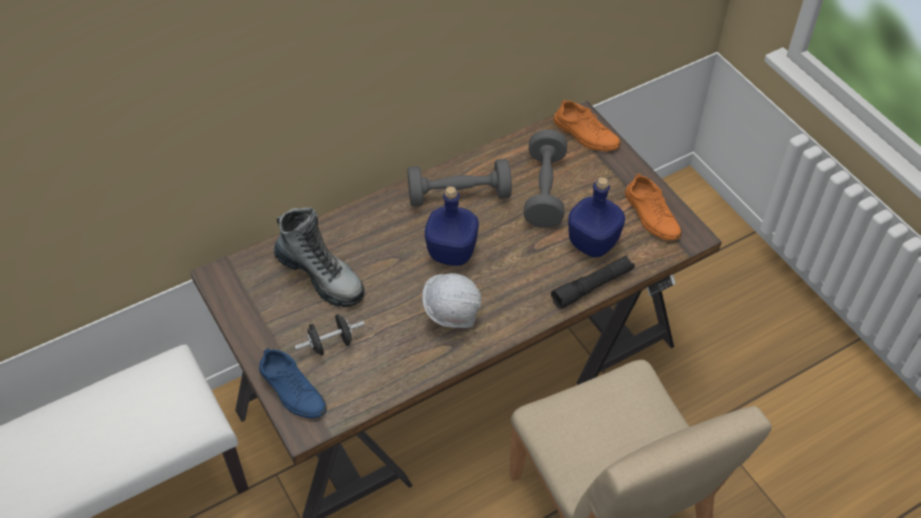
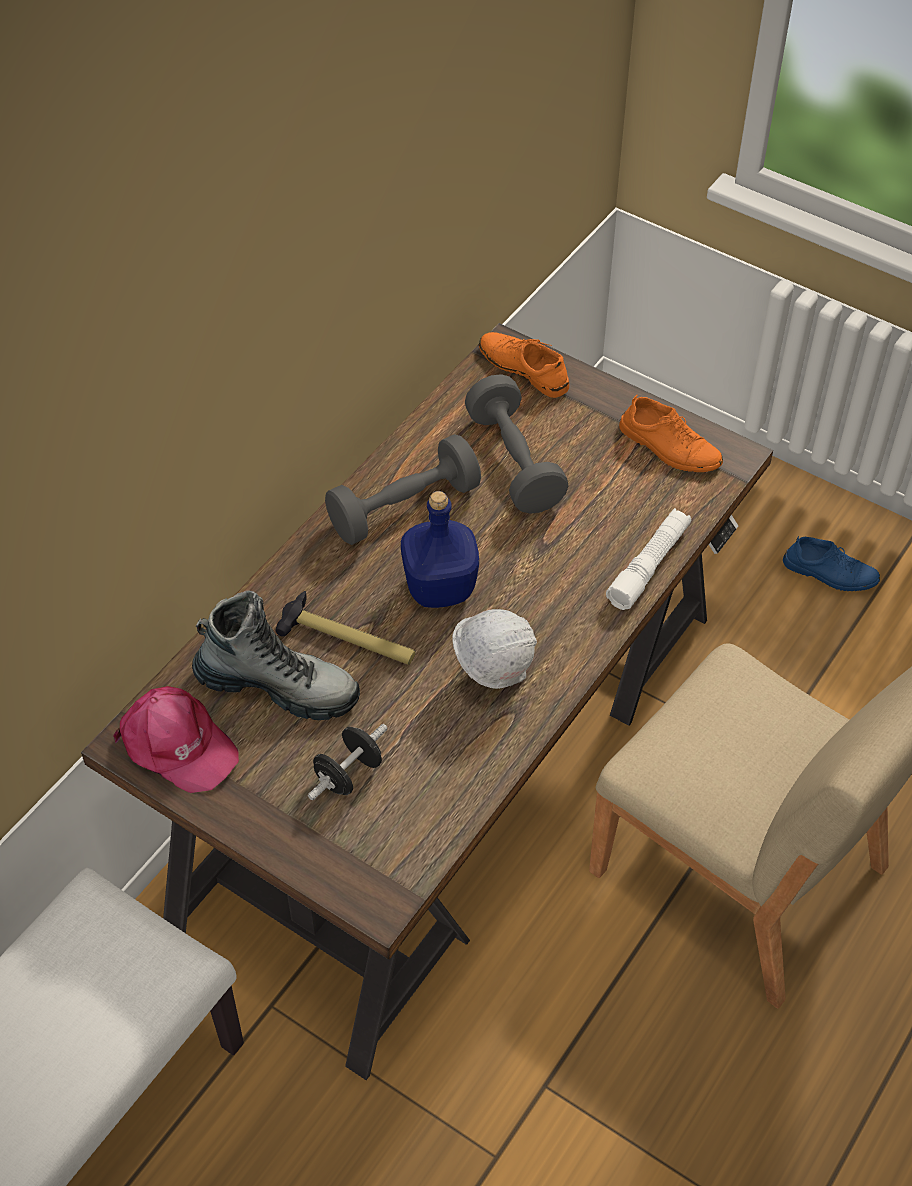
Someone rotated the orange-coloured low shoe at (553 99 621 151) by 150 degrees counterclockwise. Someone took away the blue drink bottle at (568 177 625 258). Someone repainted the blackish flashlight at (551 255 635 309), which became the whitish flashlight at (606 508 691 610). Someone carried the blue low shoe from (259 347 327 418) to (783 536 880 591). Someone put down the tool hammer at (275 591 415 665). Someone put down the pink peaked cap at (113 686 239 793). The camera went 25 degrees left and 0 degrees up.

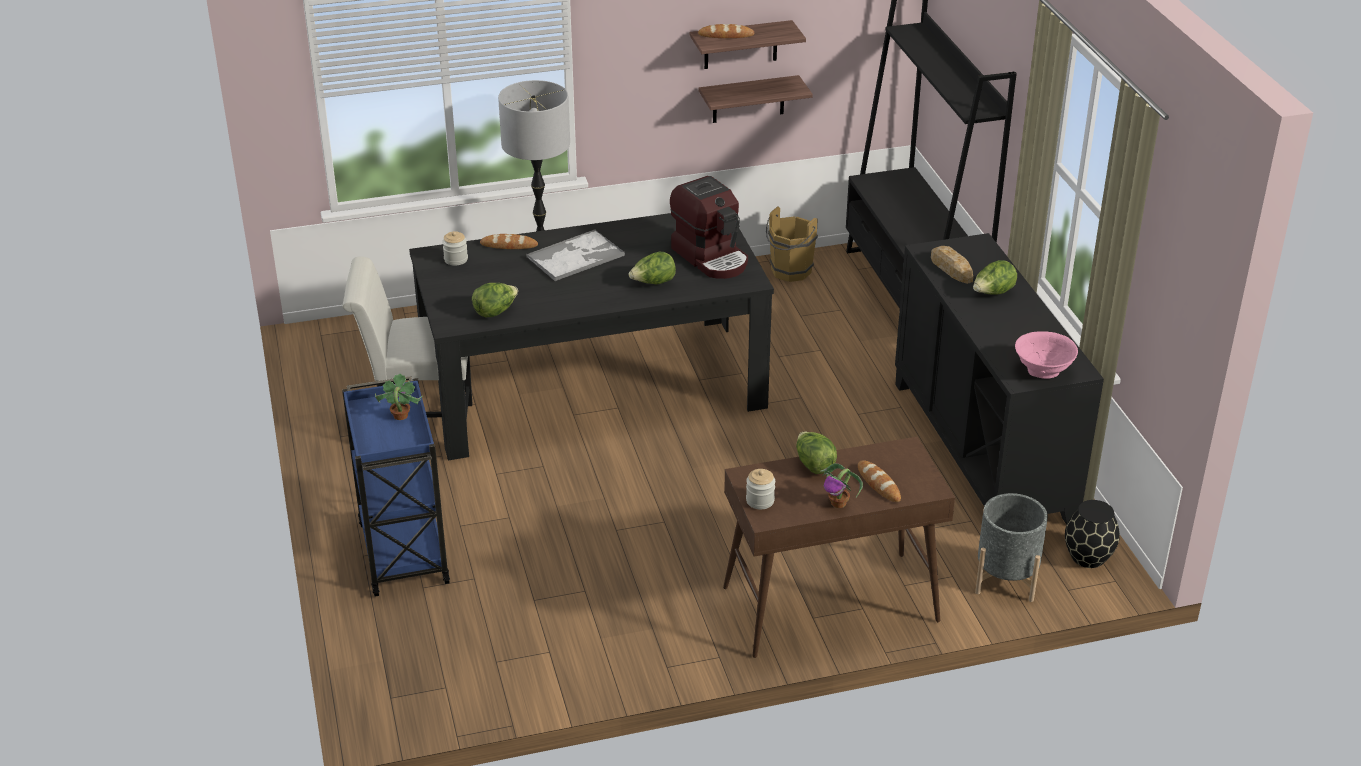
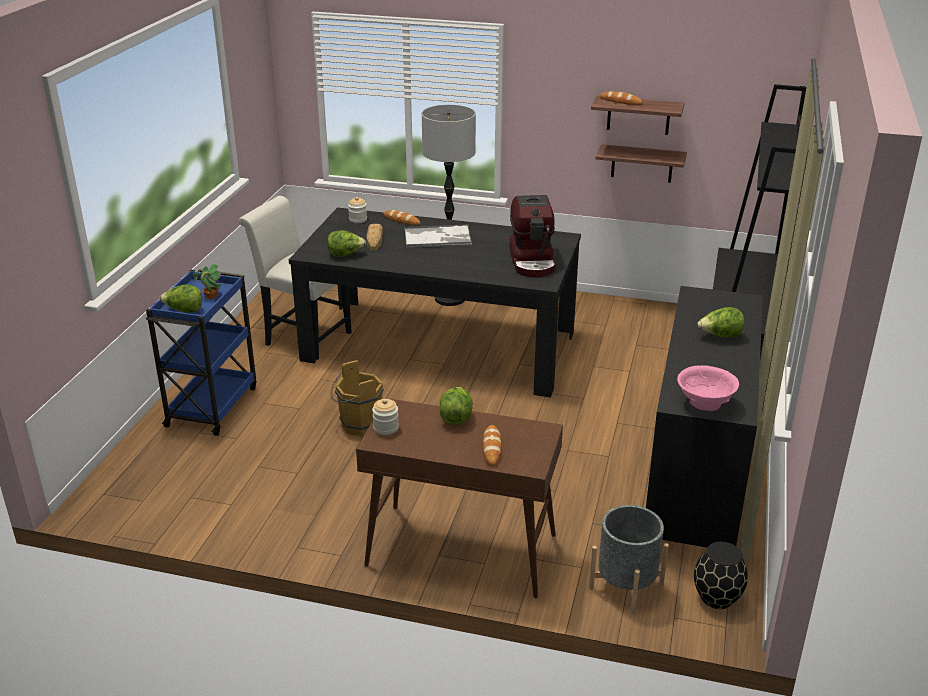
Someone carried the brown water bucket from (766 206 818 282) to (331 360 384 436). Someone carried the baked bread from (931 246 973 284) to (366 224 383 251). Someone carried the head of lettuce from (629 252 676 284) to (160 284 202 313). Someone took away the plant in a pot at (821 463 863 508). The camera went 30 degrees right and 5 degrees down.

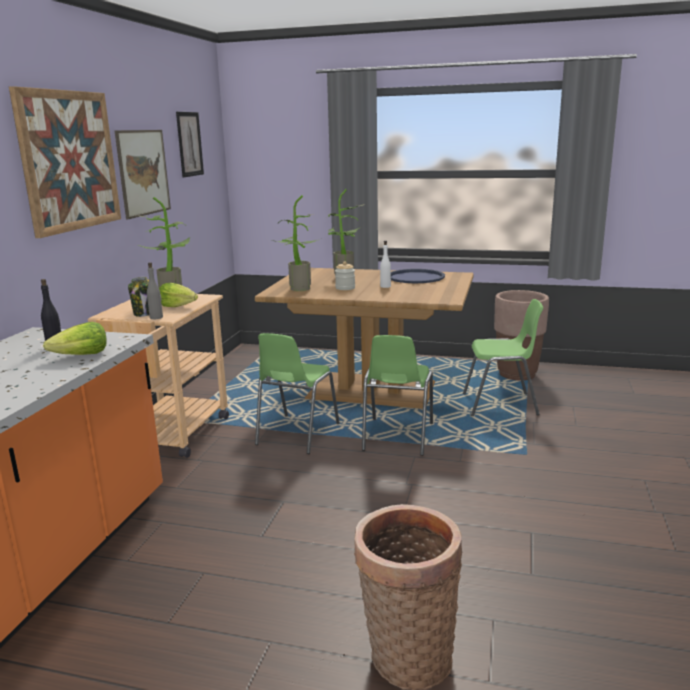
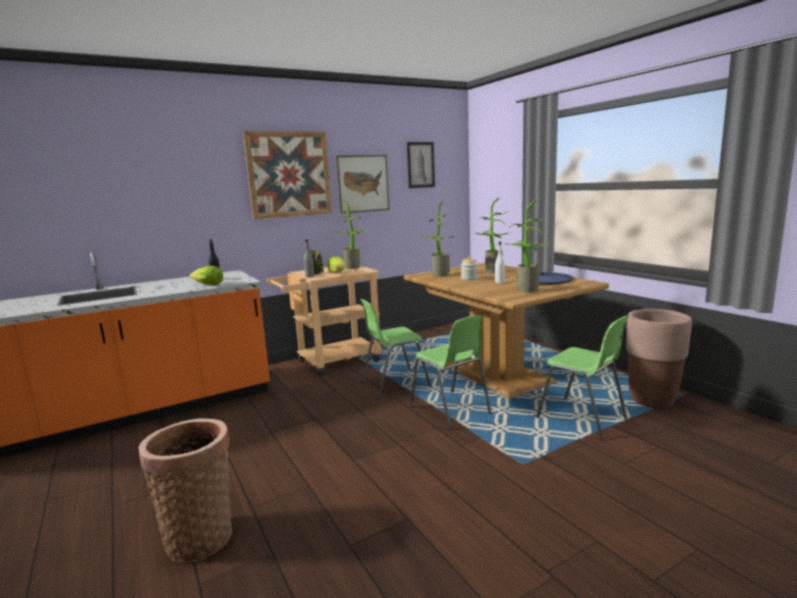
Someone rotated the green plain chair at (362 335 433 456) by 90 degrees counterclockwise. Someone put down the plant in a pot at (505 200 549 293). The camera went 45 degrees right and 5 degrees down.

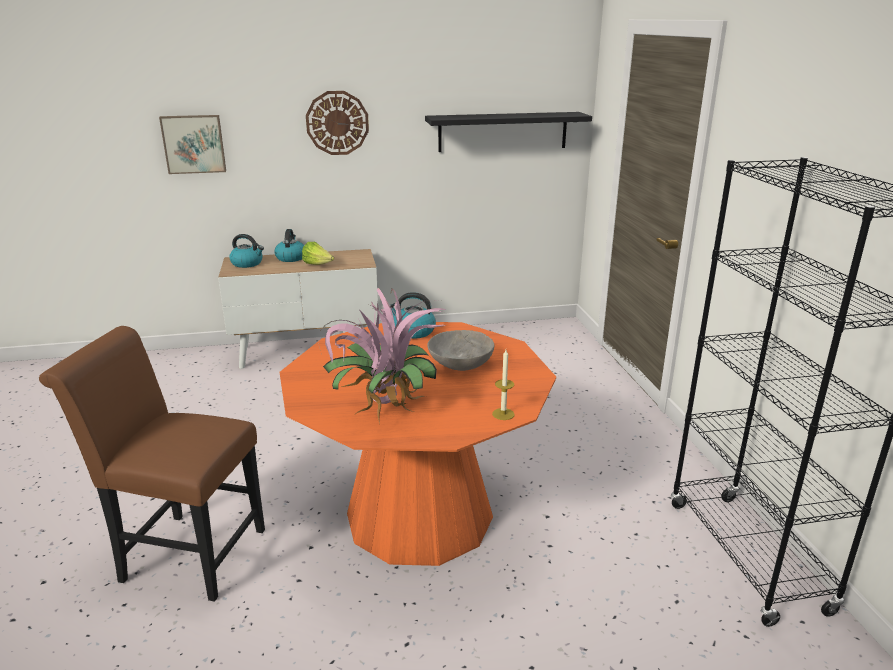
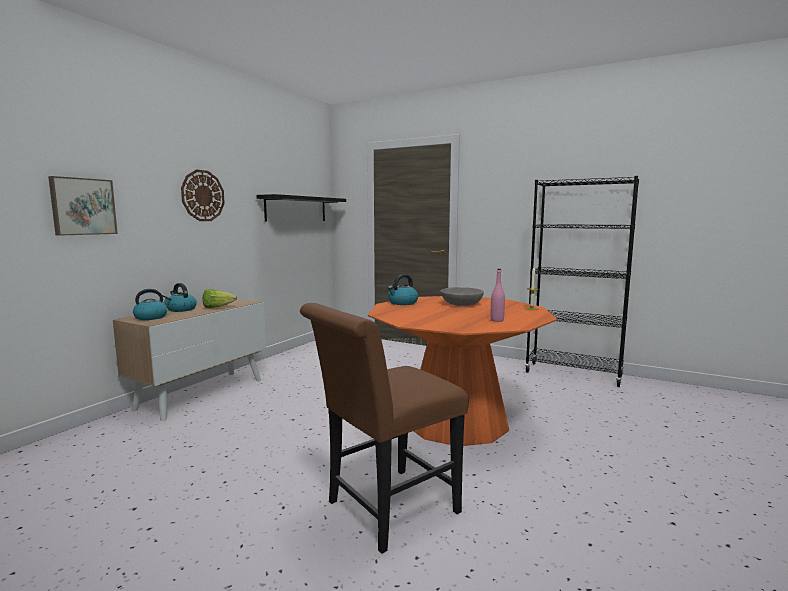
Someone swapped the plant in a pot at (318 288 447 424) for the pink drink bottle at (491 269 505 322). The camera went 50 degrees left and 15 degrees down.

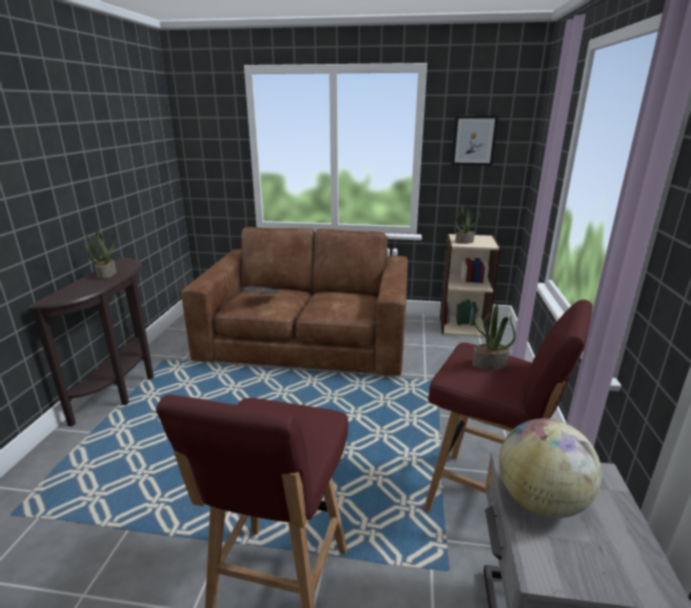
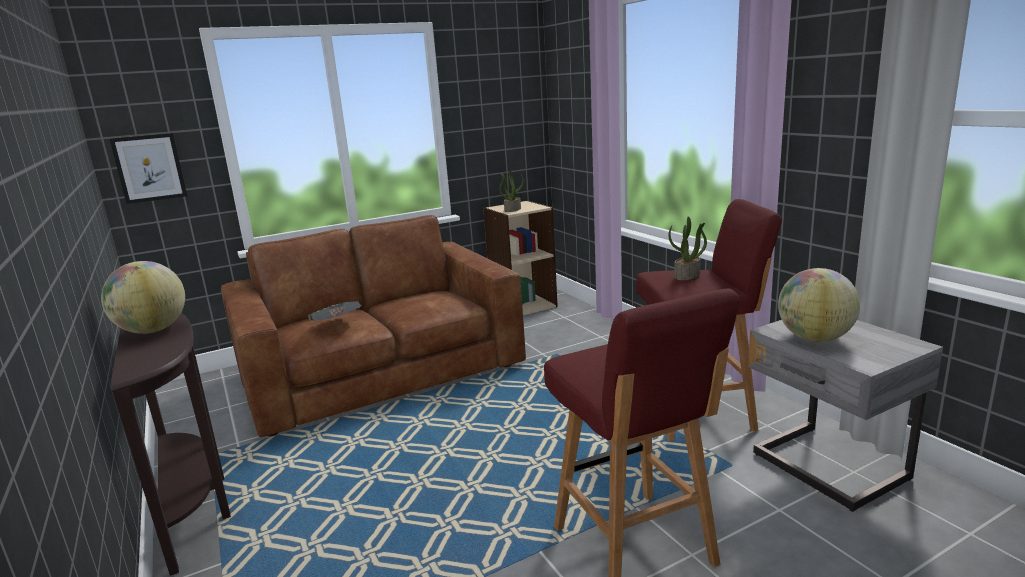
Someone carried the wall picture from (451 116 498 166) to (110 133 187 204). Someone swapped the plant in a pot at (84 229 117 279) for the world globe at (101 261 185 334). The camera went 35 degrees left and 5 degrees down.

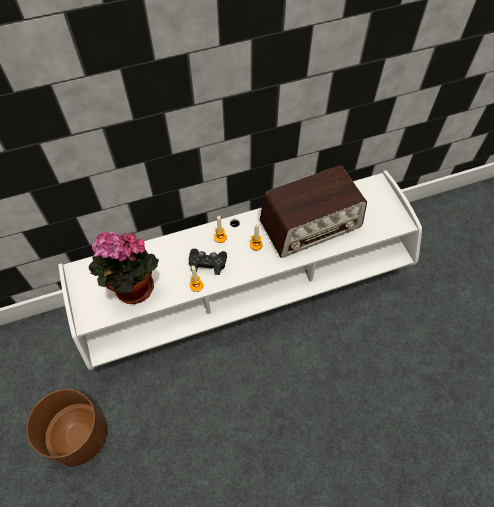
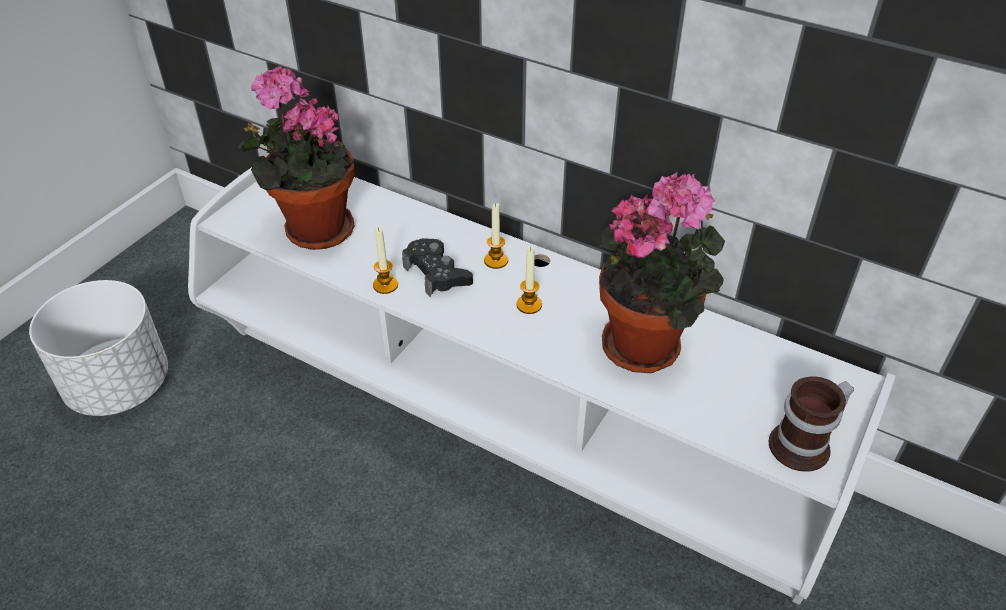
Someone swapped the radio receiver at (260 165 367 258) for the plant in a pot at (597 172 725 373). Someone repainted the brown flower pot at (26 389 107 467), which became the whitish flower pot at (29 280 168 416). Someone put down the mug at (769 376 854 472). The camera went 50 degrees right and 15 degrees down.

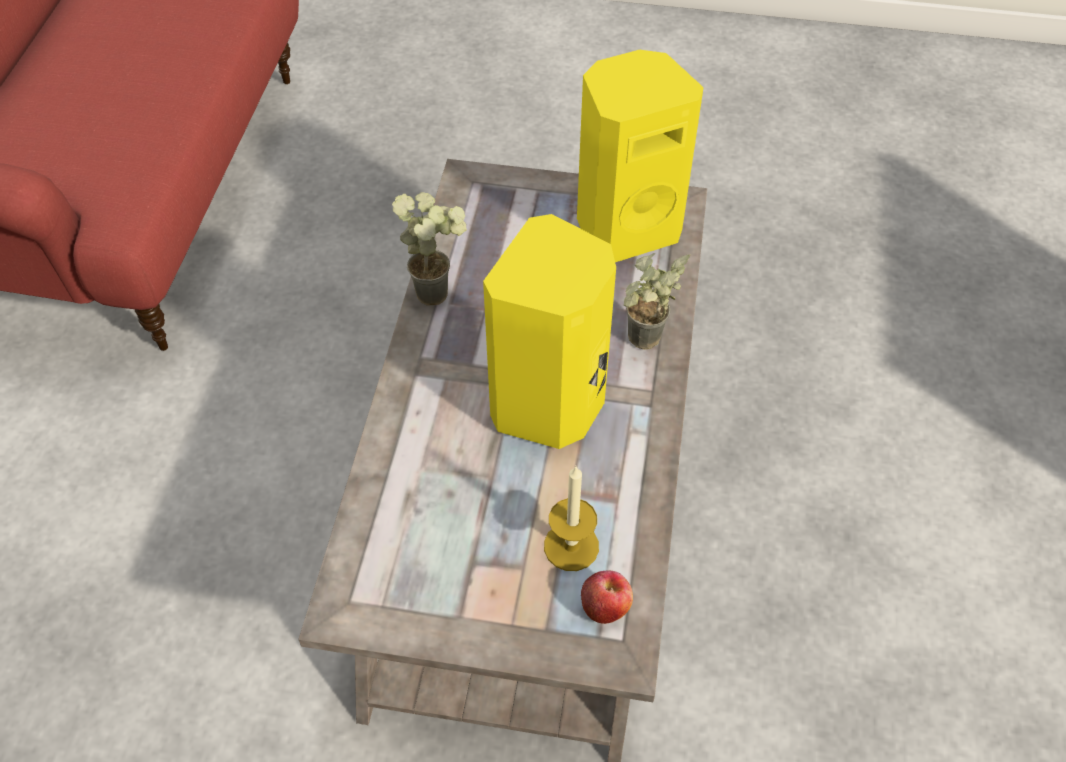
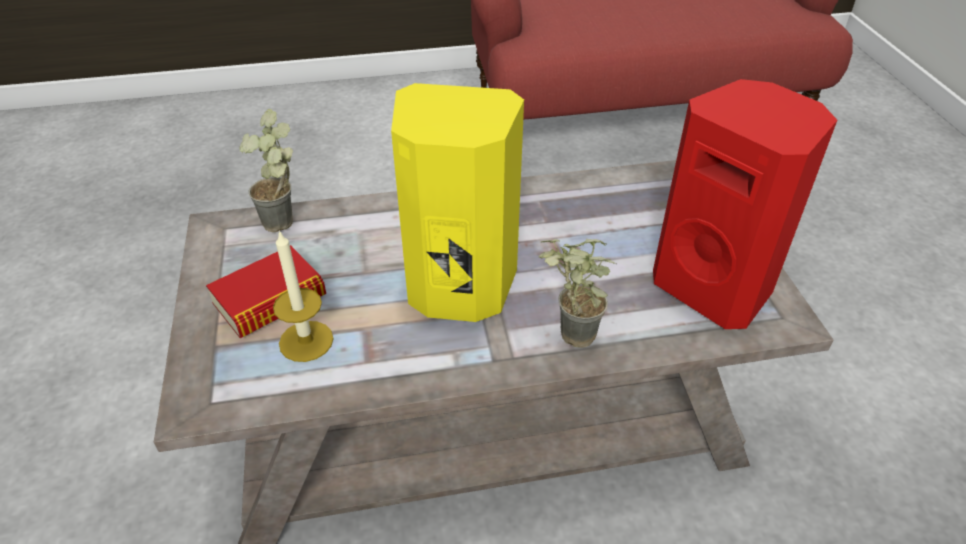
Someone repainted the yellow-coloured audio speaker at (577 50 704 262), which became the red-coloured audio speaker at (653 79 837 329). Someone carried the plant in a pot from (392 192 467 306) to (240 109 293 232). Someone took away the apple at (581 570 633 624). Someone put down the volume at (206 245 326 338). The camera went 70 degrees right and 10 degrees down.

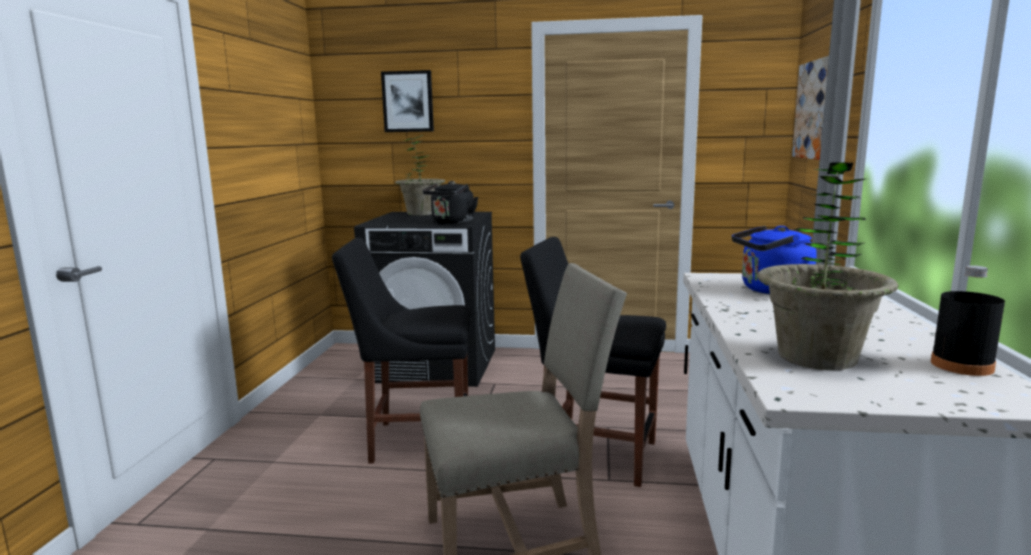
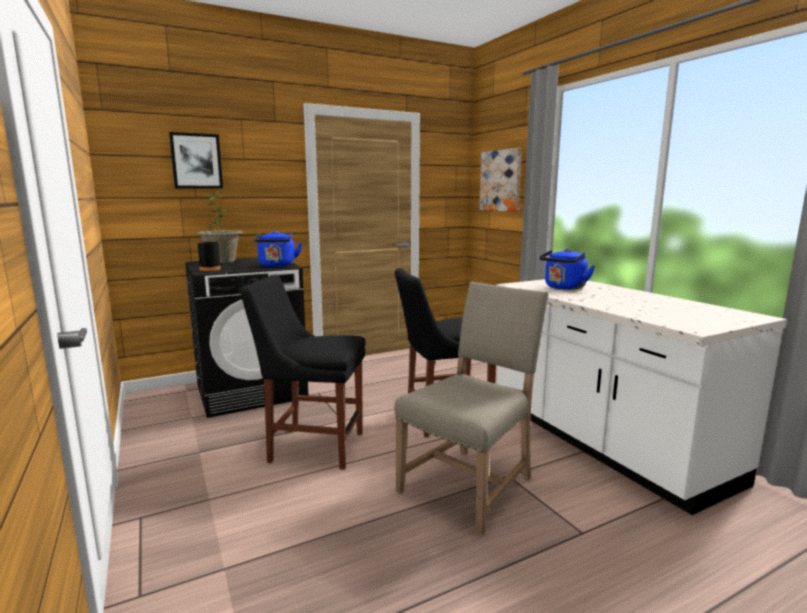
Someone took away the plant in a pot at (757 162 898 370). Someone repainted the blackish tea kettle at (422 181 478 224), which became the blue tea kettle at (254 231 302 267). Someone rotated the blackish plain chair at (332 238 471 464) by 45 degrees clockwise. Someone carried the blackish drink bottle from (931 265 1005 376) to (198 231 221 271). The camera went 35 degrees left and 0 degrees up.

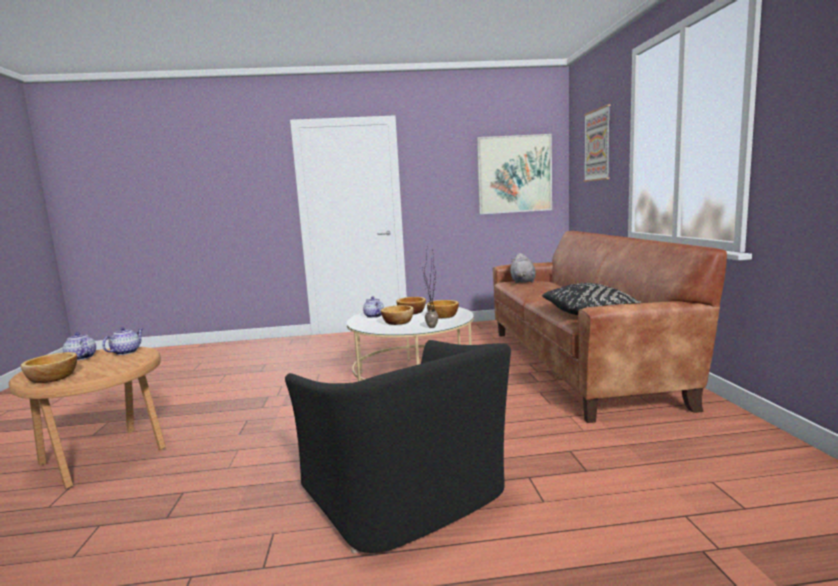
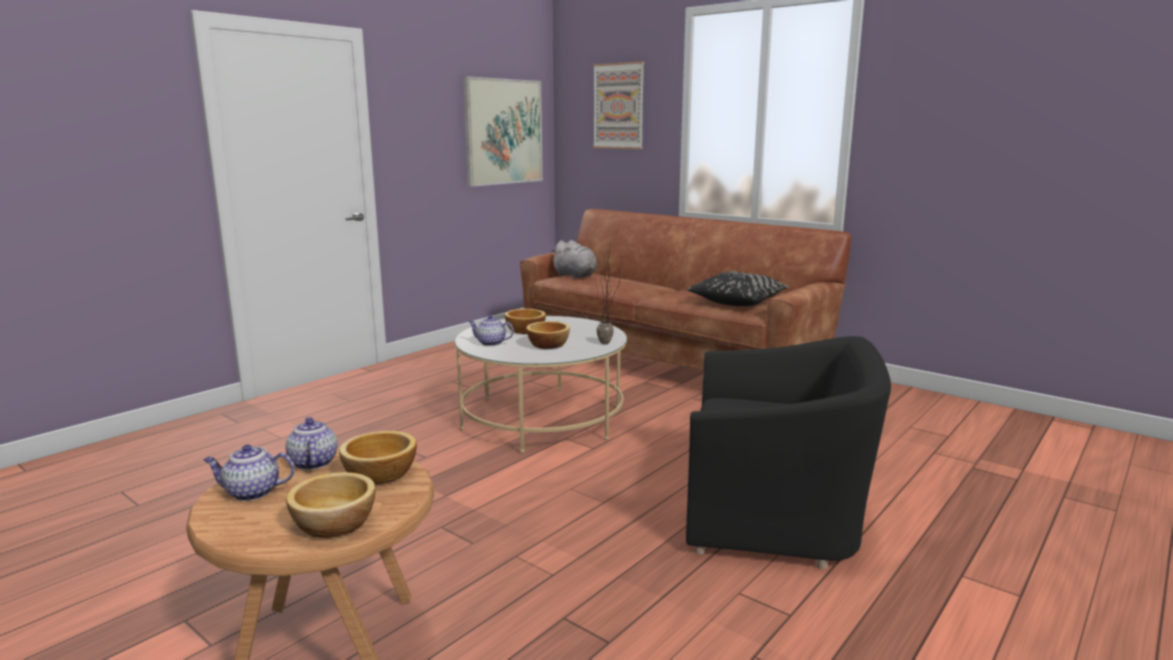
Someone carried the deep dish from (427 300 459 318) to (339 431 417 485). The camera went 45 degrees left and 5 degrees up.

